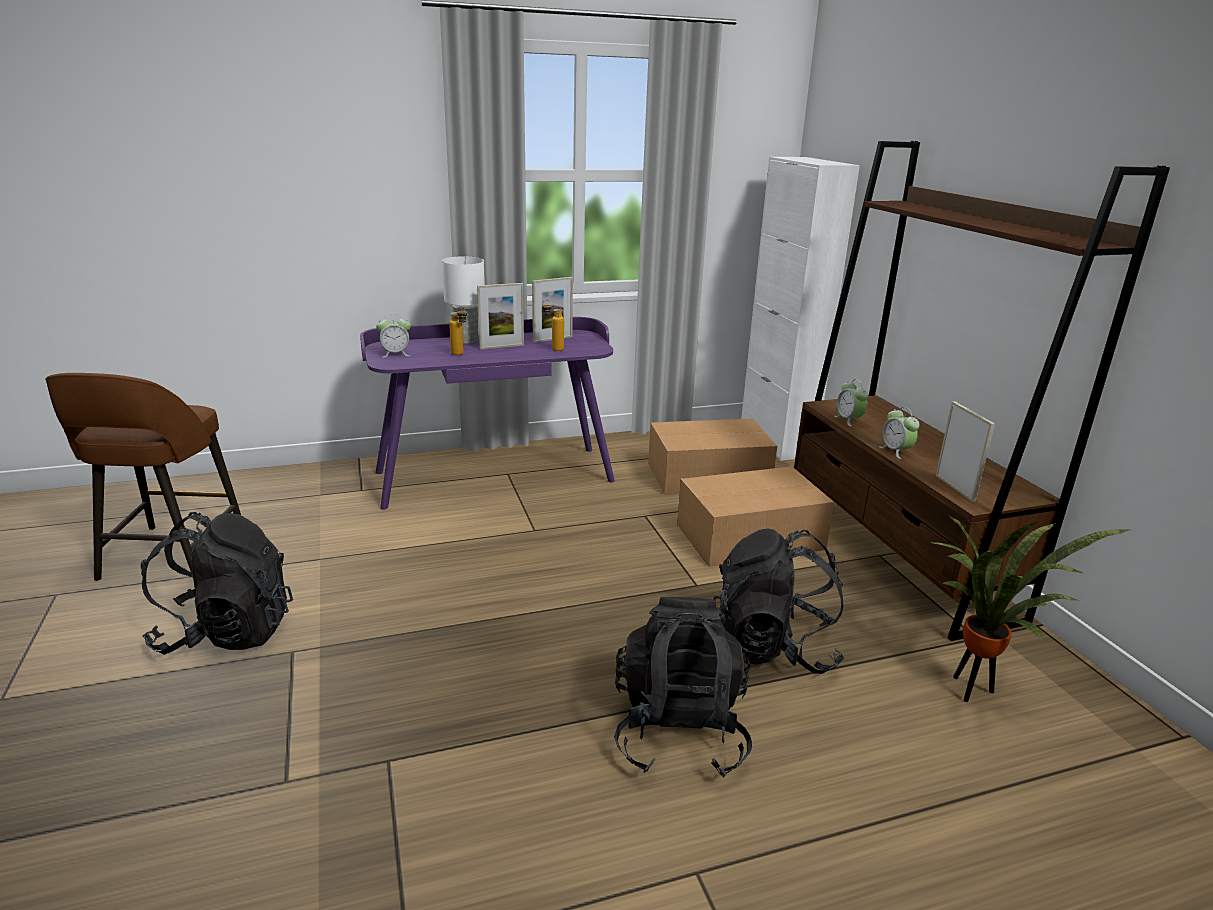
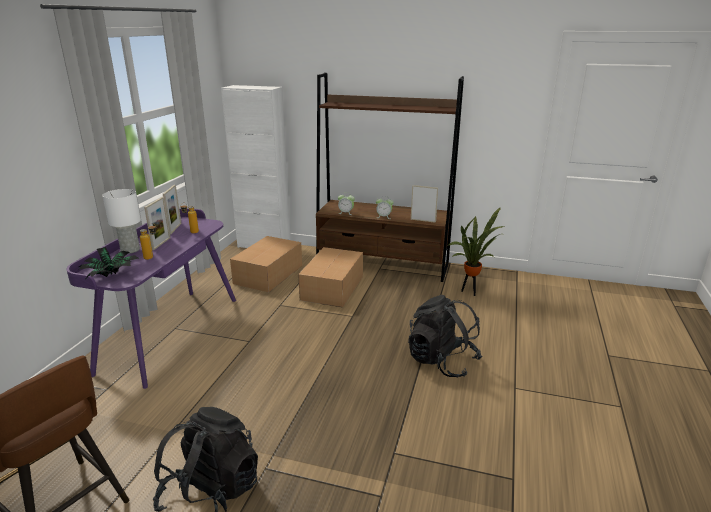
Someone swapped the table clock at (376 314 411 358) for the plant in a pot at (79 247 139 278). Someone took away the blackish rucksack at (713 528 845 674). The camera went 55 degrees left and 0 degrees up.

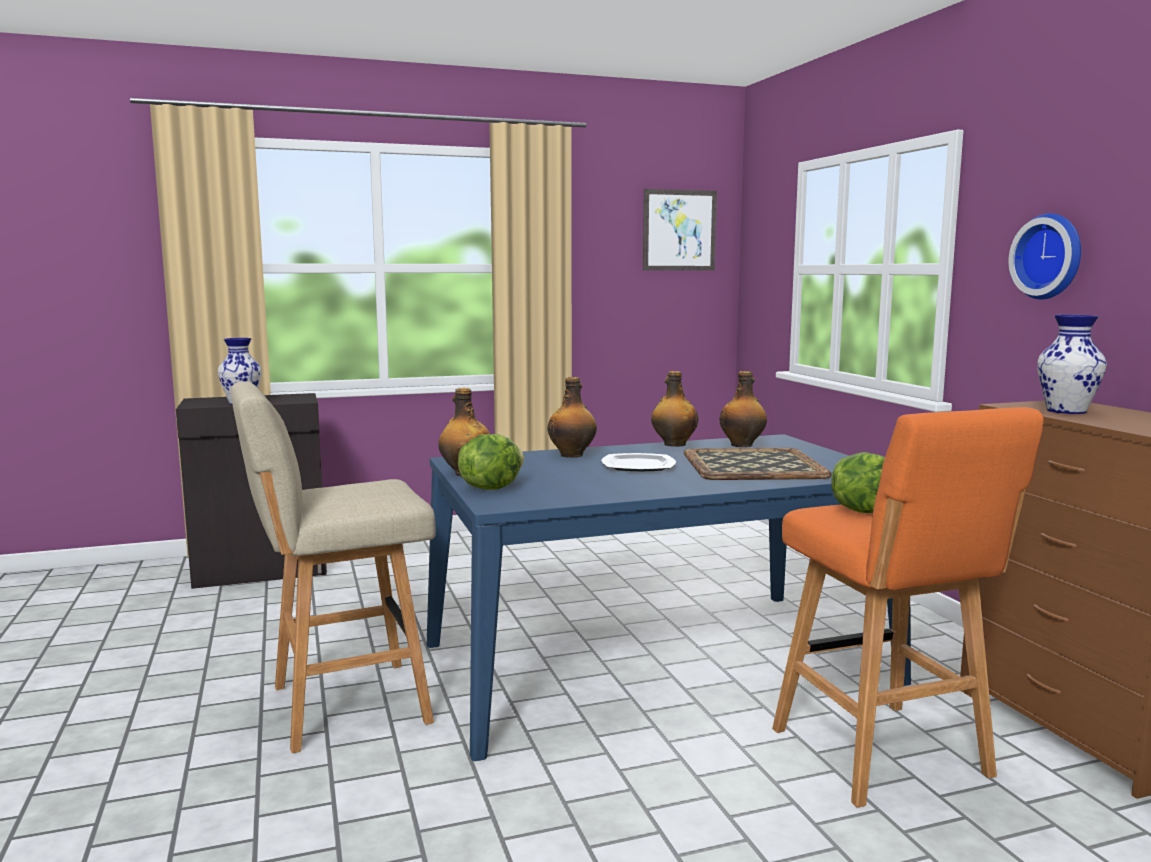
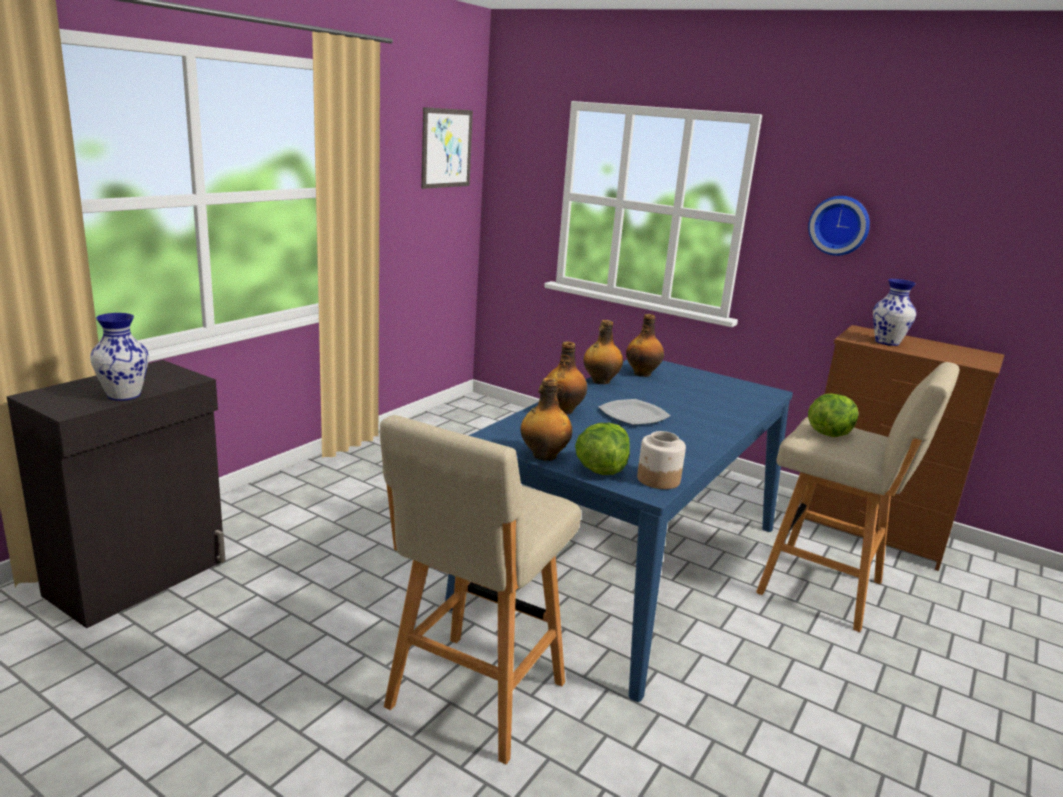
Someone repainted the orange-coloured stool seat at (772 407 1044 808), which became the beige-coloured stool seat at (756 362 960 632). Someone took away the carrying tray at (684 448 832 480). Someone put down the storage jar at (637 431 686 489). The camera went 40 degrees left and 10 degrees up.

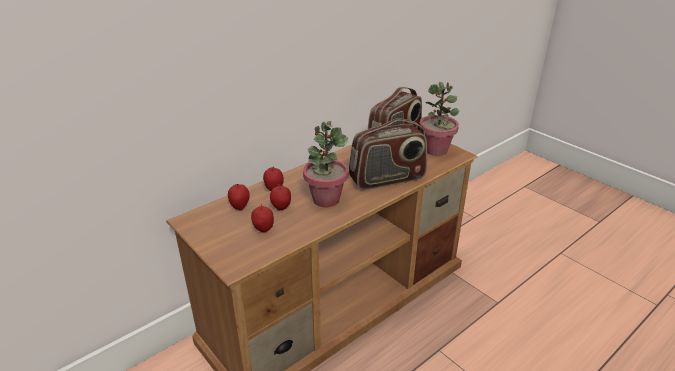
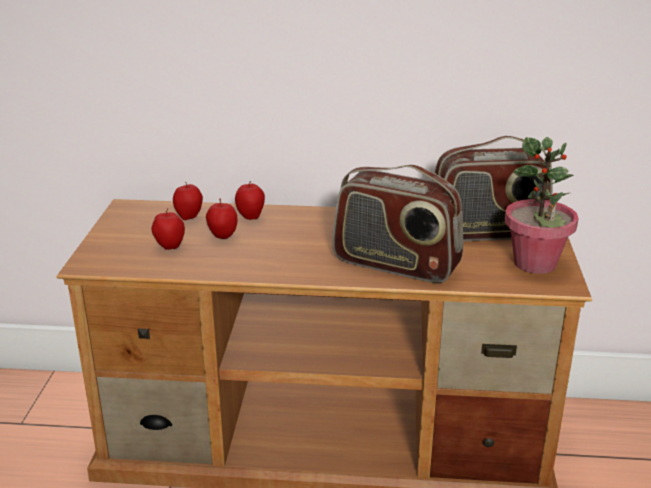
Someone took away the plant in a pot at (303 121 349 207). The camera went 45 degrees right and 5 degrees down.

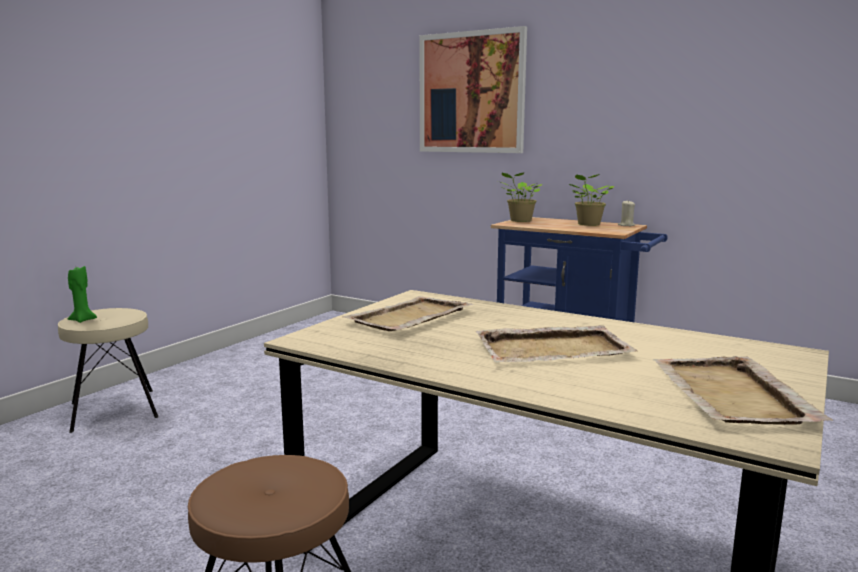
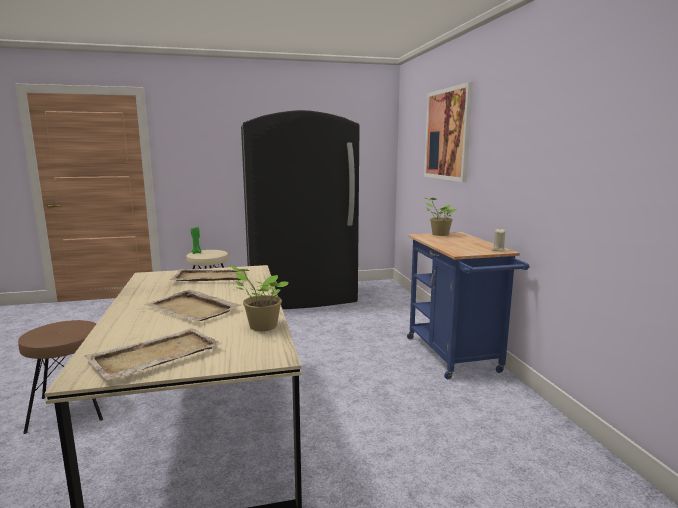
Someone carried the plant in a pot from (569 174 614 226) to (228 265 289 331). Someone put down the blackish kitchen fridge at (241 110 360 309). The camera went 45 degrees right and 0 degrees up.

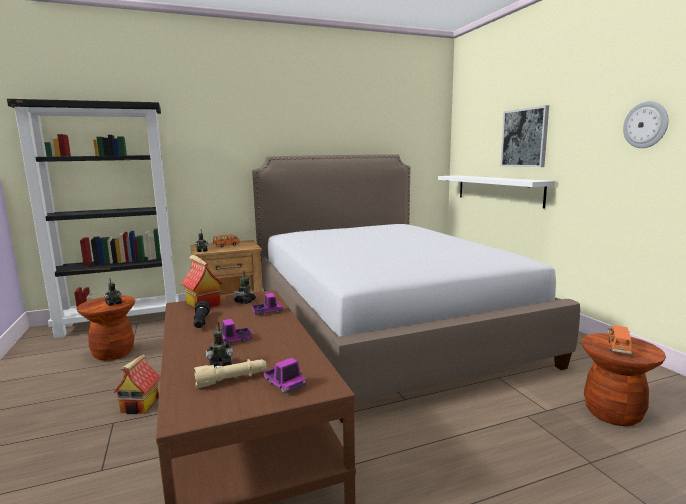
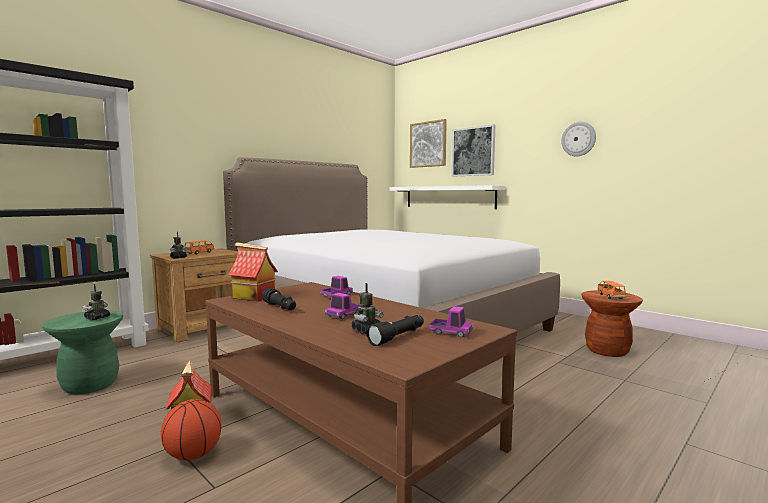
Someone took away the toy robot at (234 271 256 304). Someone repainted the brown stool seat at (76 295 135 361), which became the green stool seat at (42 310 123 394). Someone repainted the beige-coloured flashlight at (194 359 267 388), which became the blackish flashlight at (366 315 424 346). Someone put up the wall picture at (410 119 447 168). Someone put down the ball for basketball at (161 399 222 460). The camera went 25 degrees left and 5 degrees down.

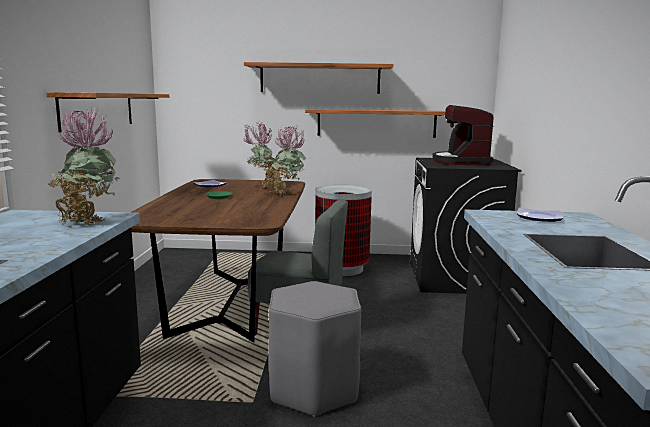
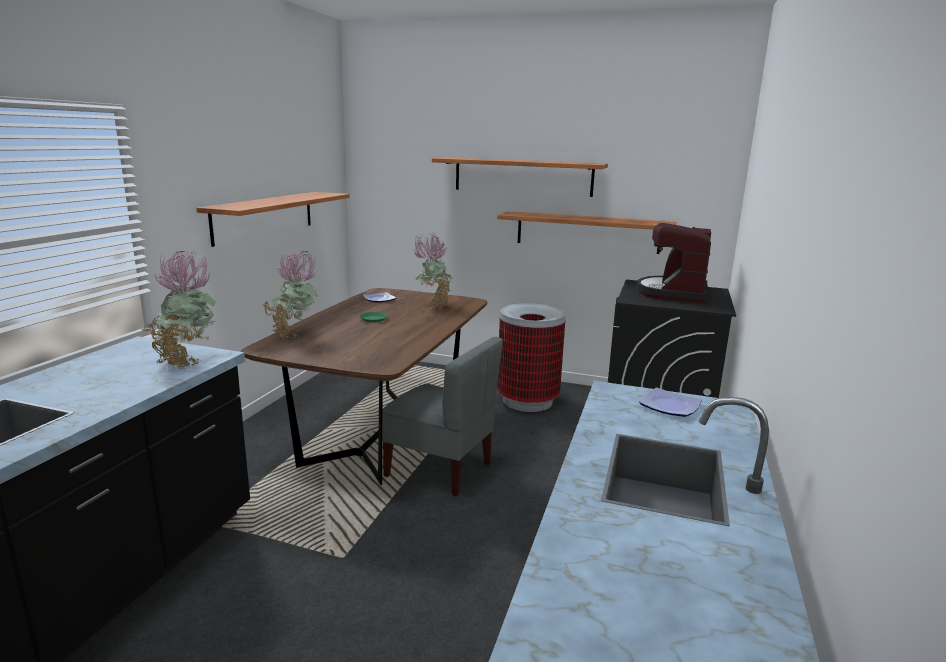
Someone carried the plant in a pot from (264 126 306 196) to (263 251 317 339). Someone took away the gray stool seat at (268 281 361 417). The camera went 15 degrees right and 5 degrees up.

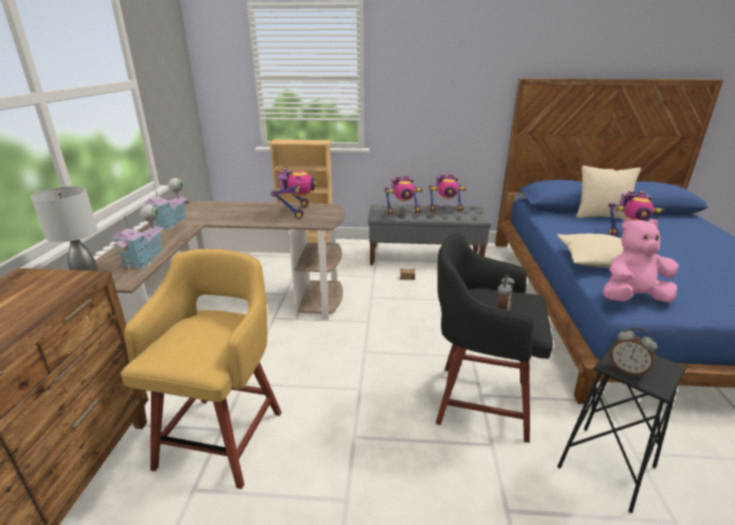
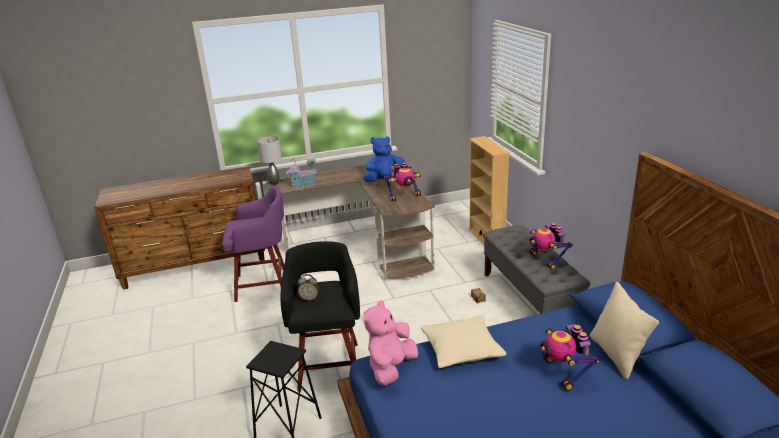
Someone took away the toy robot at (384 175 423 214). Someone took away the miniature house at (144 178 187 230). Someone rotated the pink soft toy at (603 218 679 303) by 120 degrees counterclockwise. Someone repainted the yellow-coloured stool seat at (121 249 282 489), which became the purple stool seat at (222 185 285 302). Someone took away the table clock at (610 327 657 377). Someone put down the blue soft toy at (363 136 405 182). The camera went 70 degrees right and 0 degrees up.

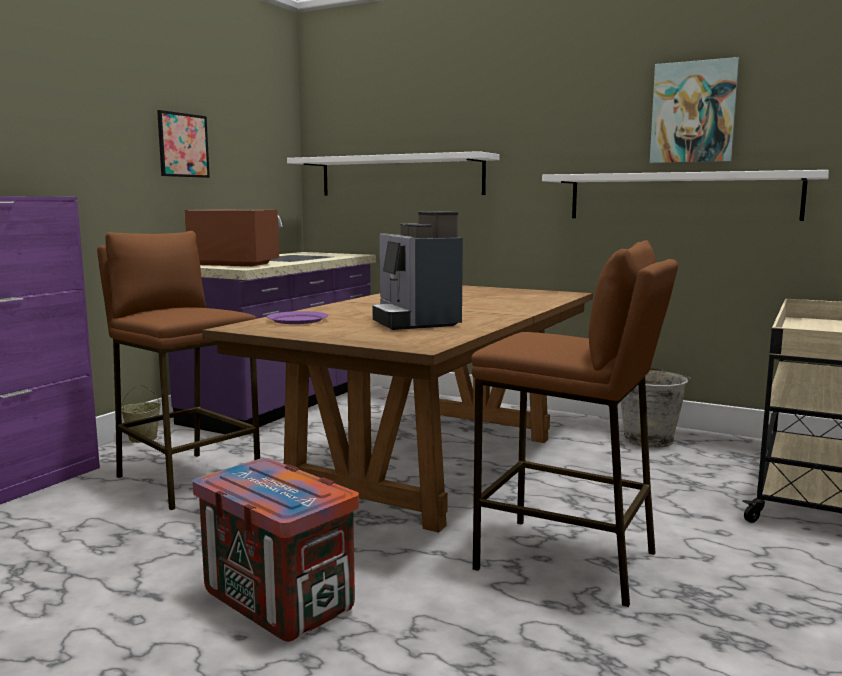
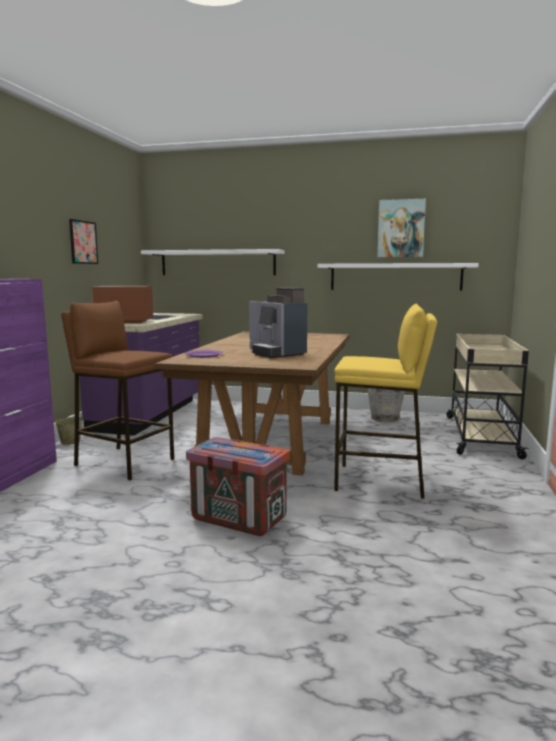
Someone repainted the brown stool seat at (471 240 678 607), which became the yellow-coloured stool seat at (334 303 437 499). The camera went 15 degrees left and 0 degrees up.

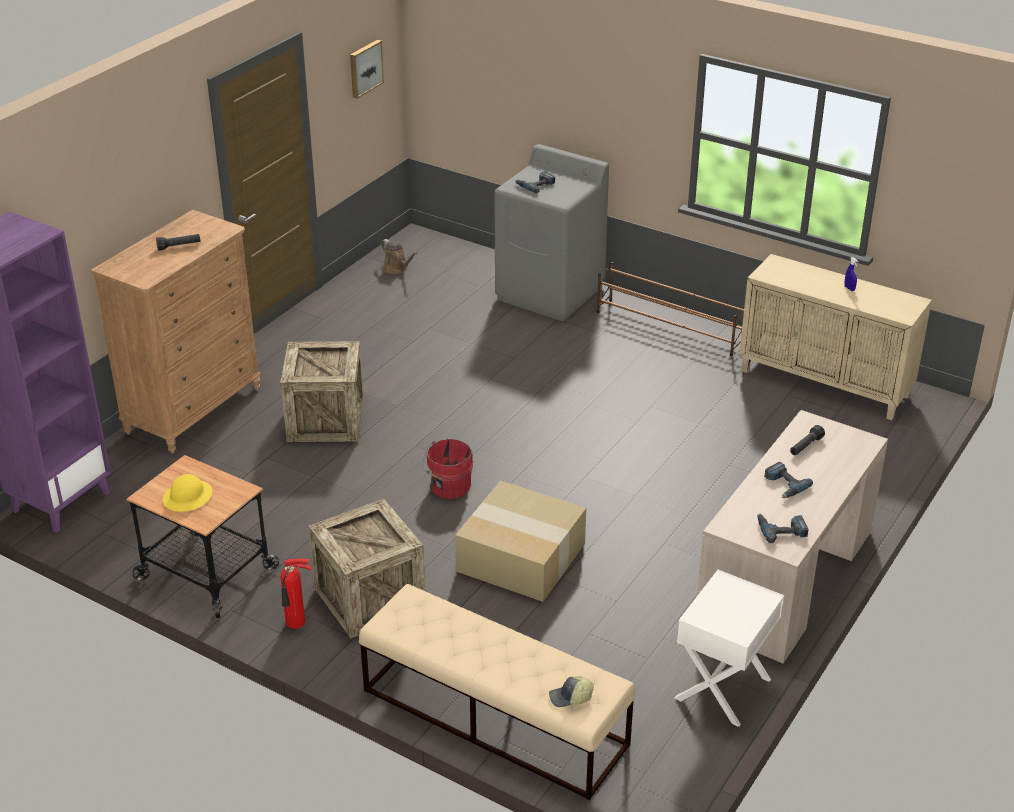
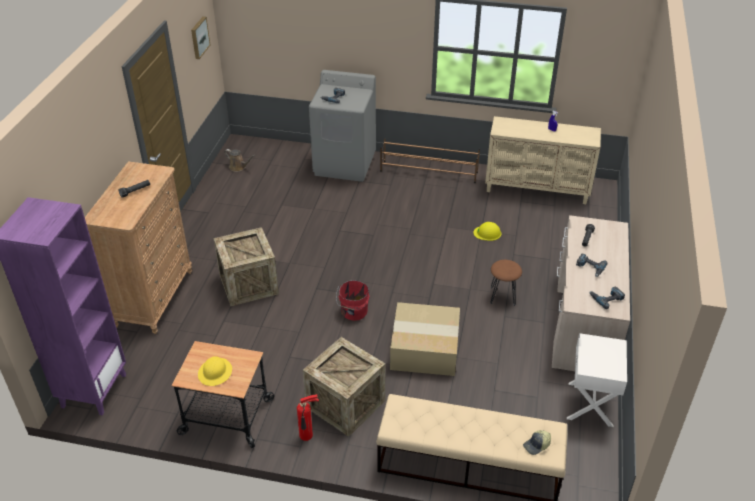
Someone put down the yellow-coloured safety helmet at (473 222 501 241). Someone put down the brown stool seat at (490 260 522 306). The camera went 20 degrees left and 5 degrees up.

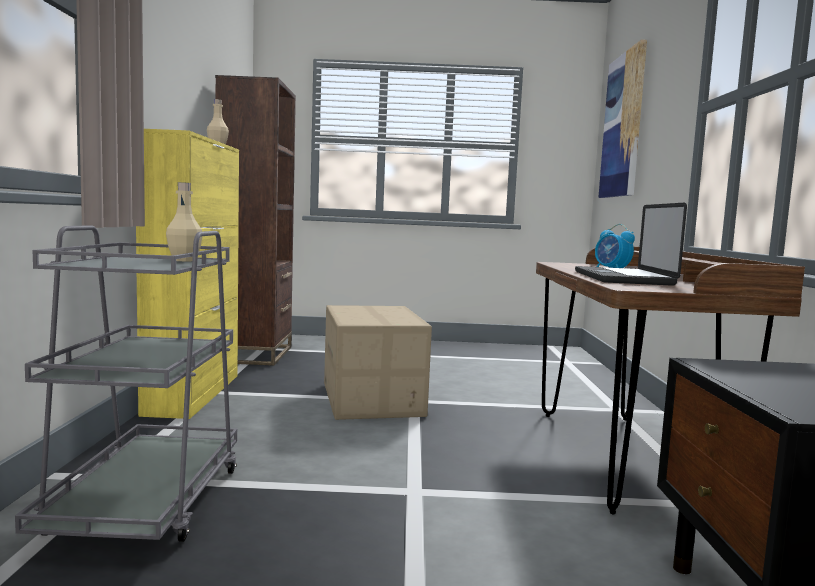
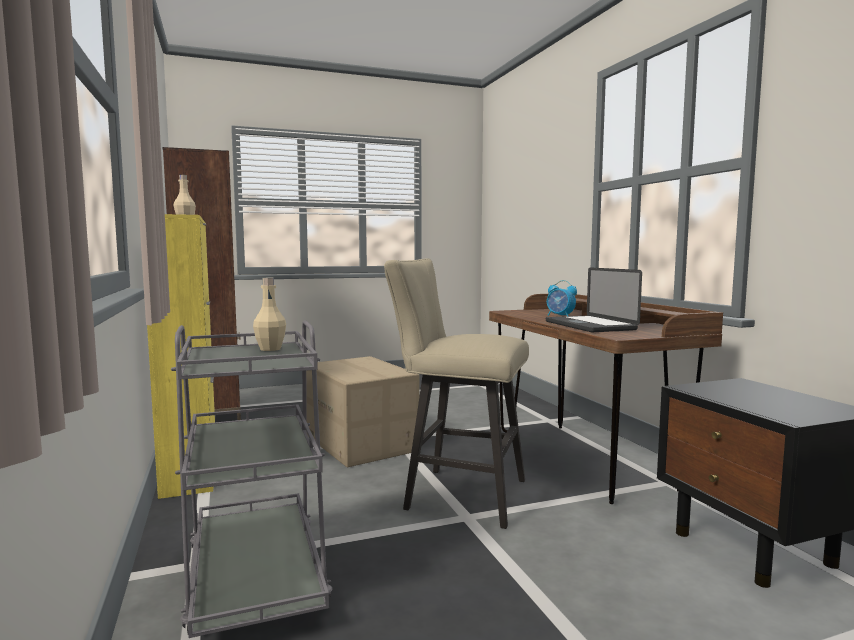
Someone took away the wall picture at (598 40 647 198). Someone put down the beige-coloured stool seat at (384 258 529 529). The camera went 20 degrees left and 0 degrees up.

